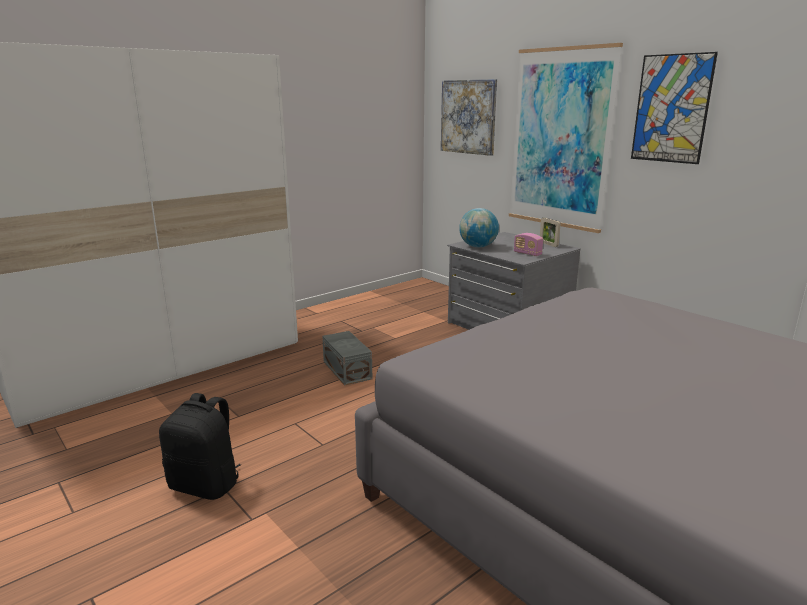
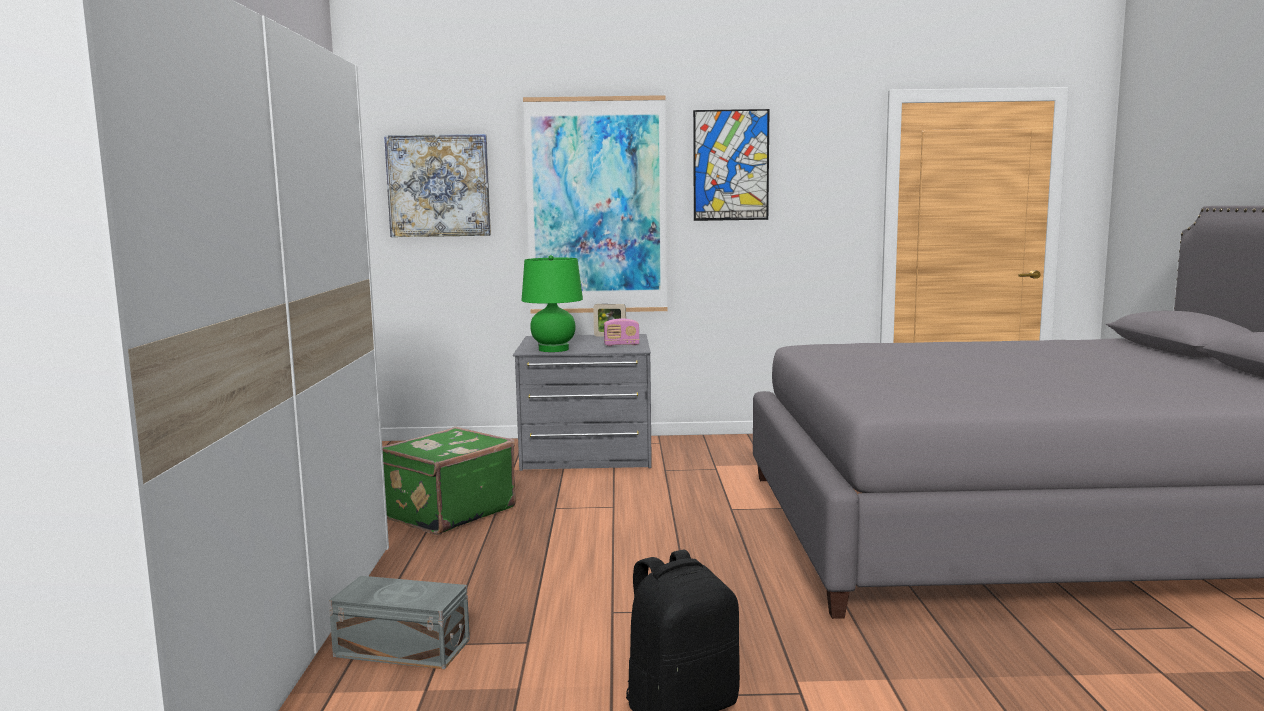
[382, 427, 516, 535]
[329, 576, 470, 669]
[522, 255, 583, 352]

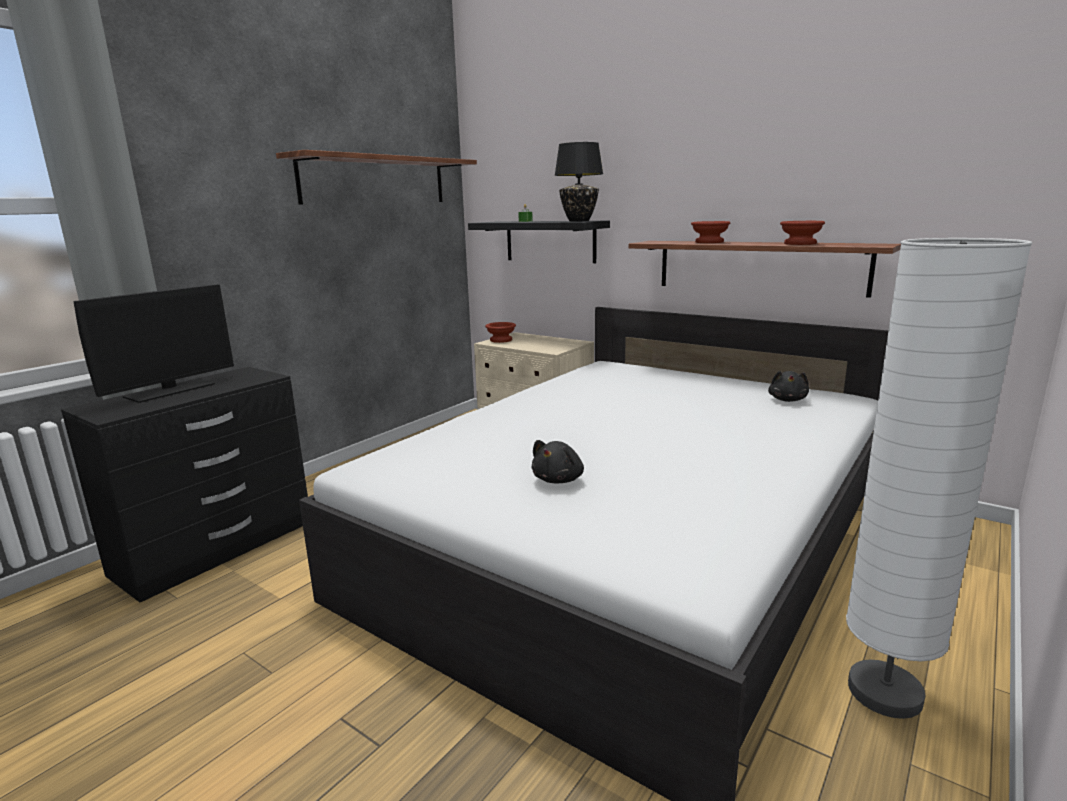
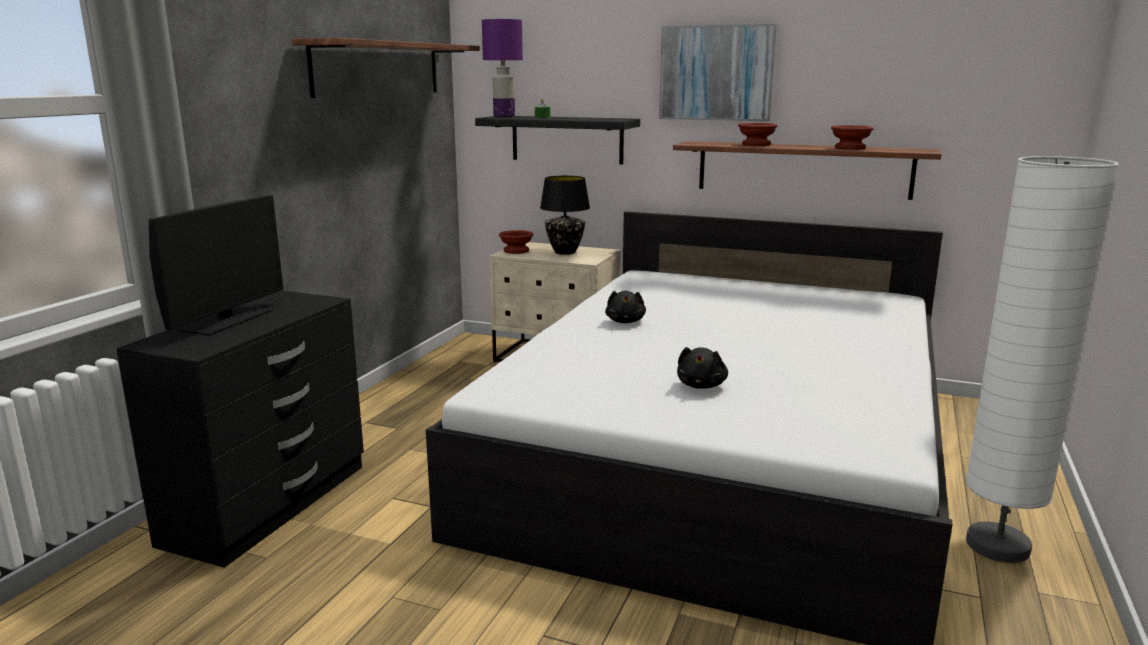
[482, 19, 523, 117]
[659, 24, 777, 121]
[540, 176, 590, 255]
[605, 291, 646, 323]

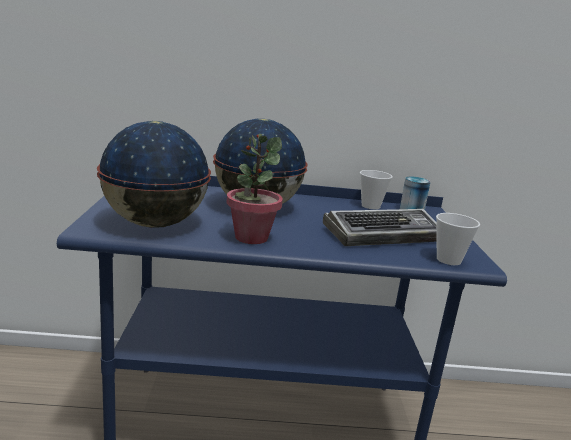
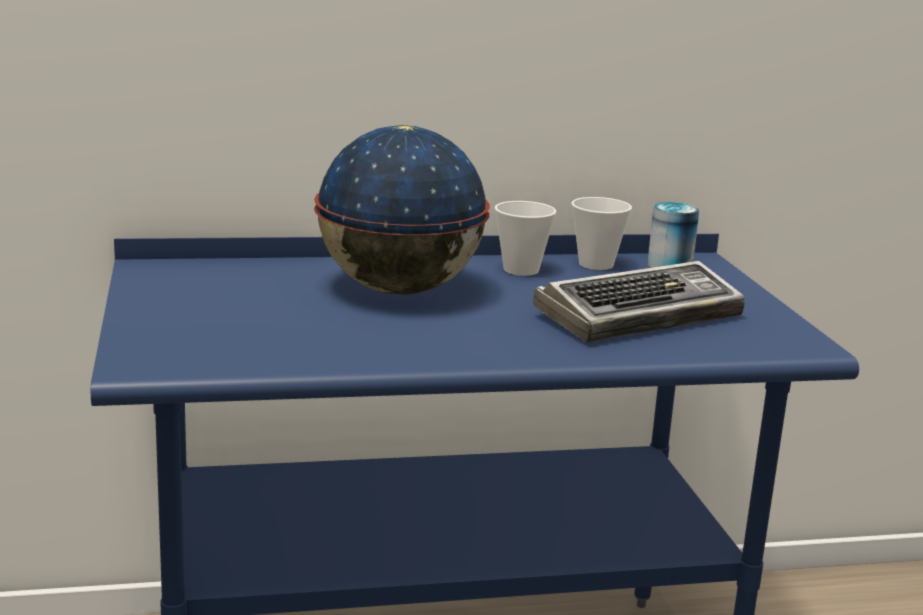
[97, 121, 211, 228] (first image)
[227, 134, 283, 244] (first image)
[495, 201, 556, 276]

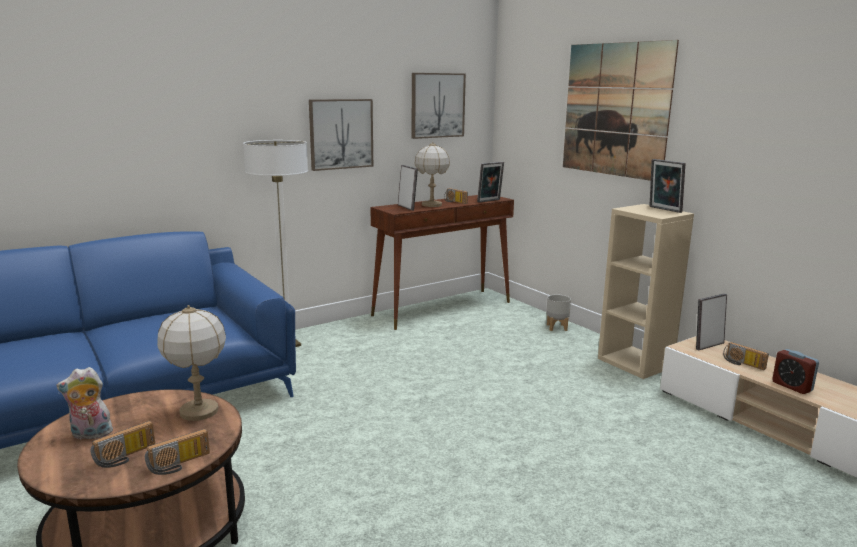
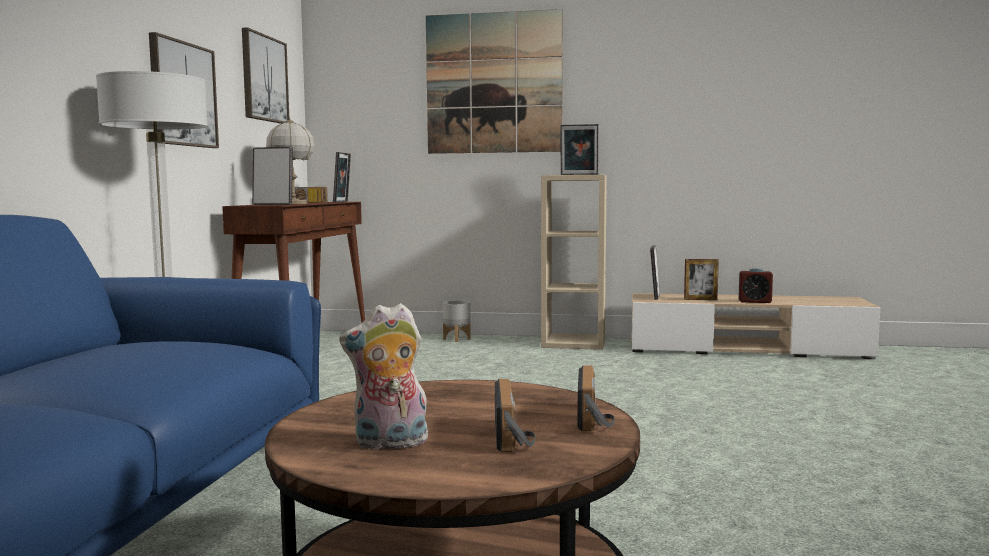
[157, 305, 226, 421] (first image)
[684, 259, 719, 300]
[339, 303, 428, 450]

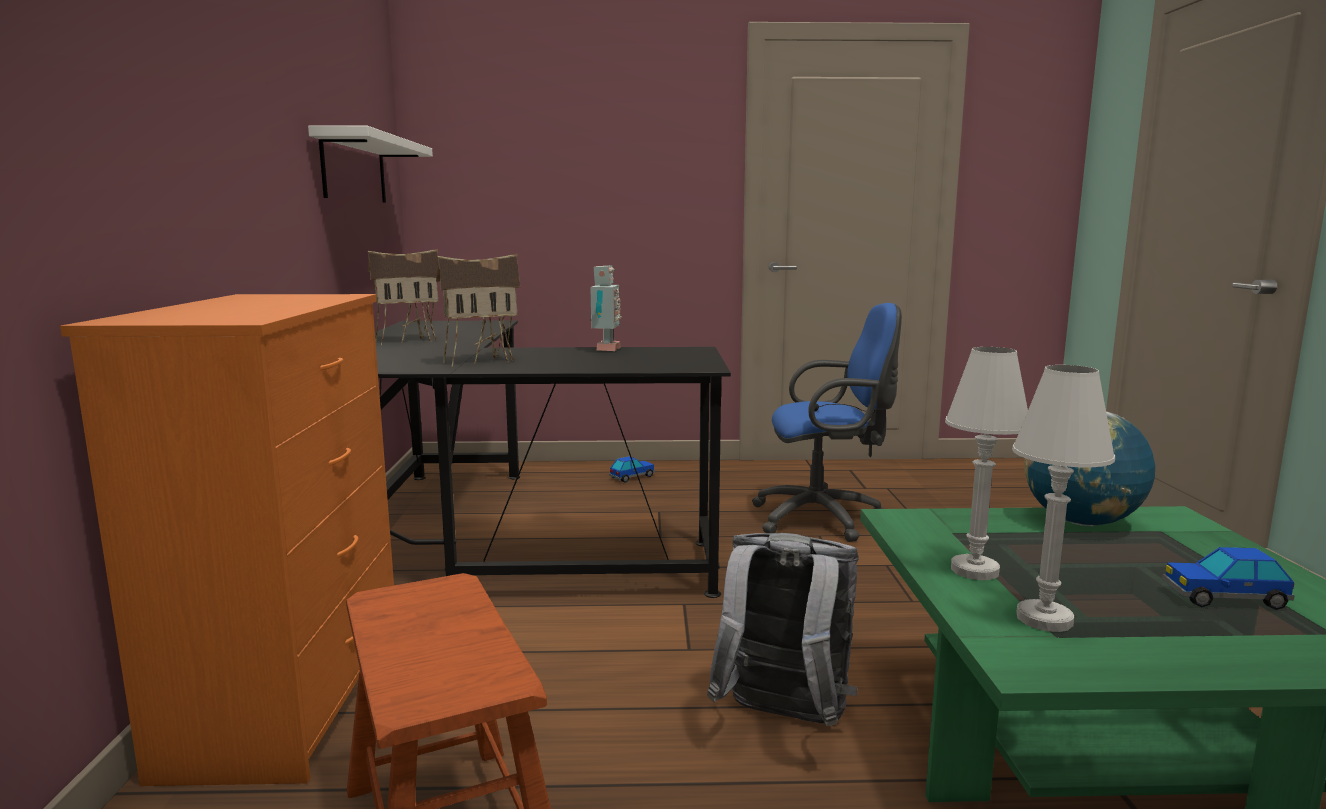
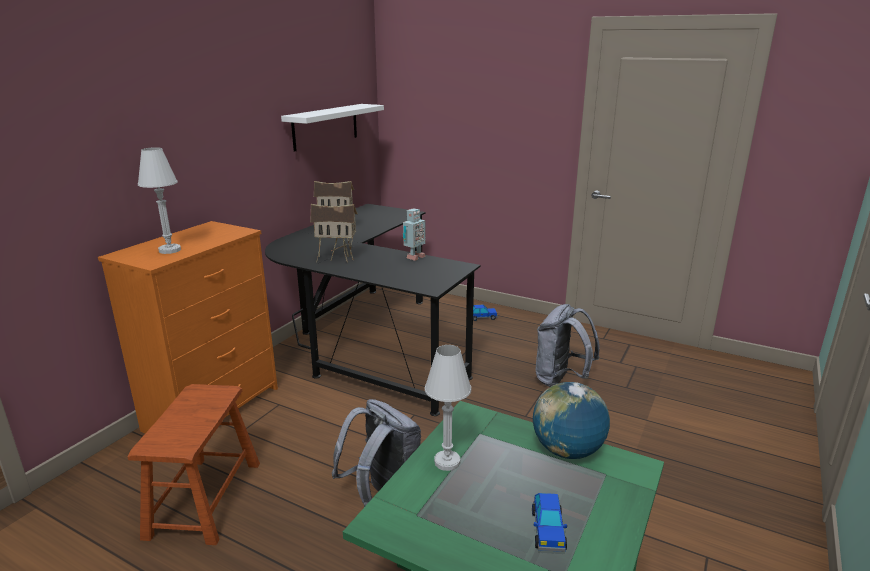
[138, 147, 181, 254]
[536, 304, 600, 387]
[532, 493, 567, 552]

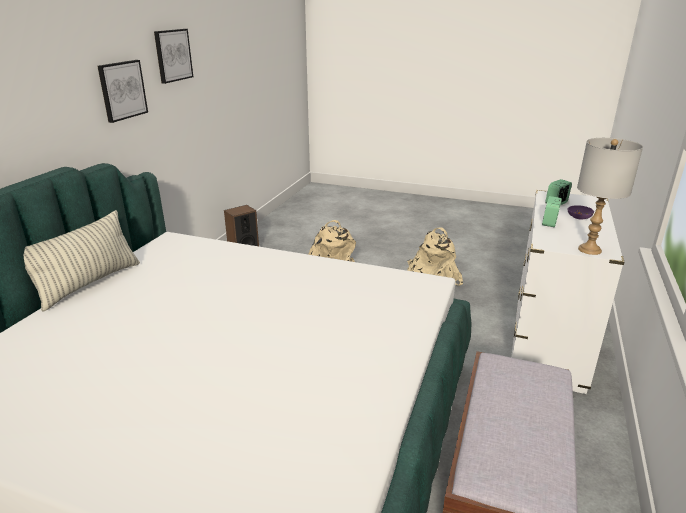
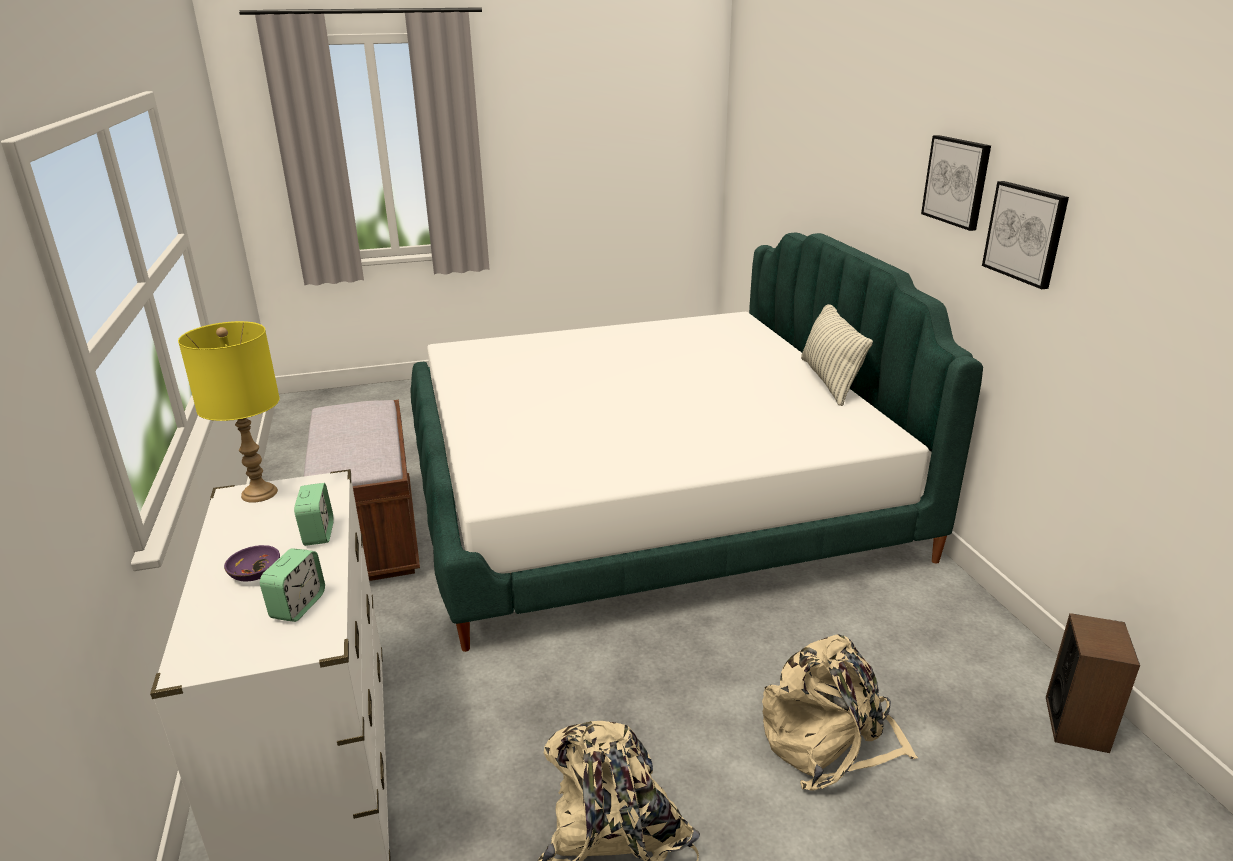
[921, 135, 991, 231]
[178, 321, 280, 503]

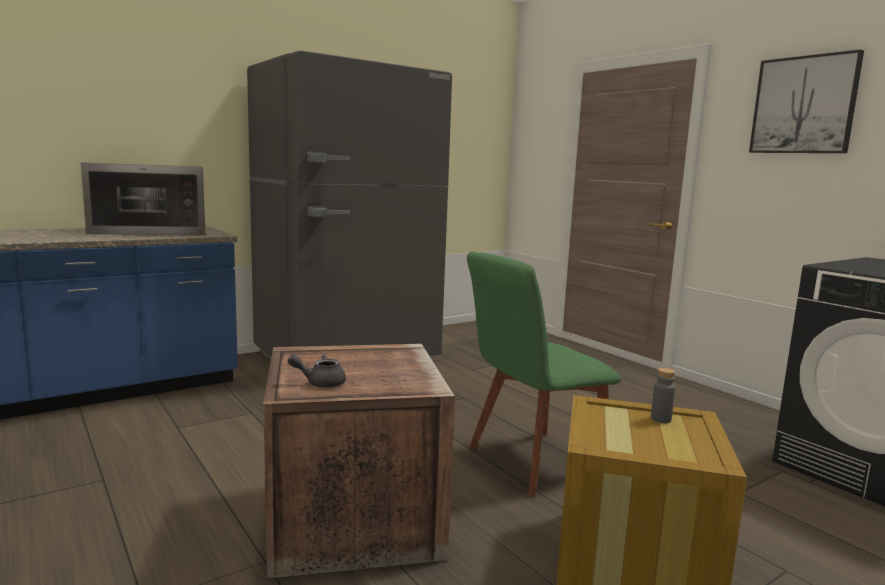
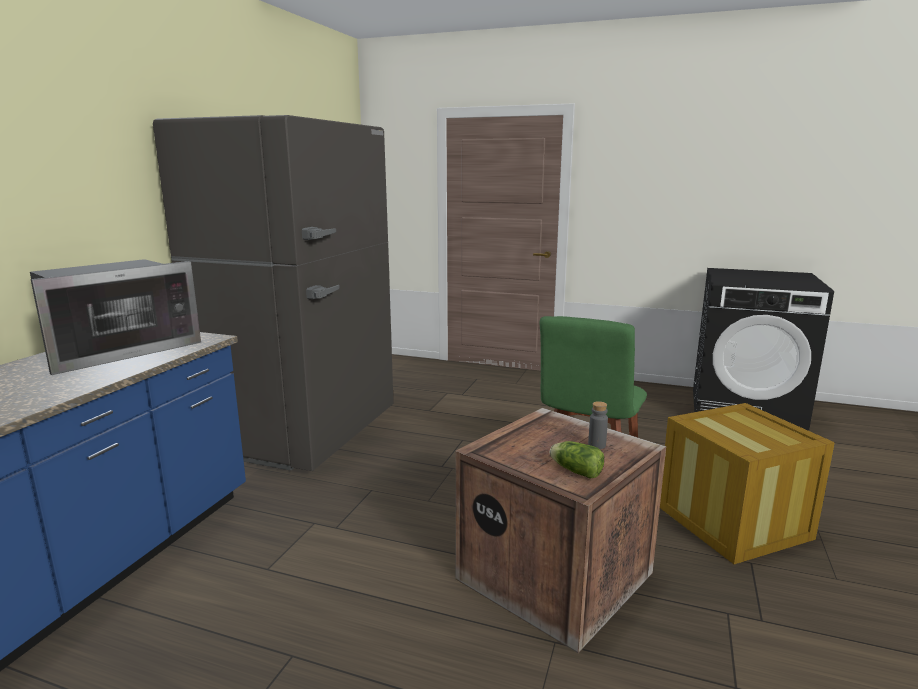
[749, 50, 864, 153] (first image)
[588, 401, 608, 449]
[550, 441, 604, 479]

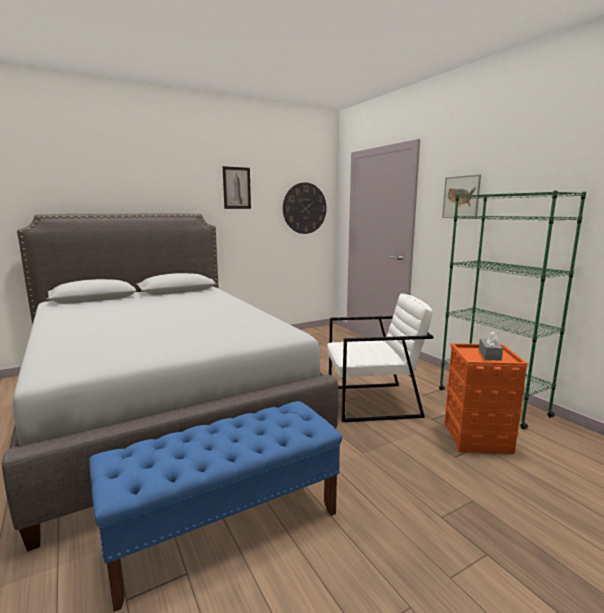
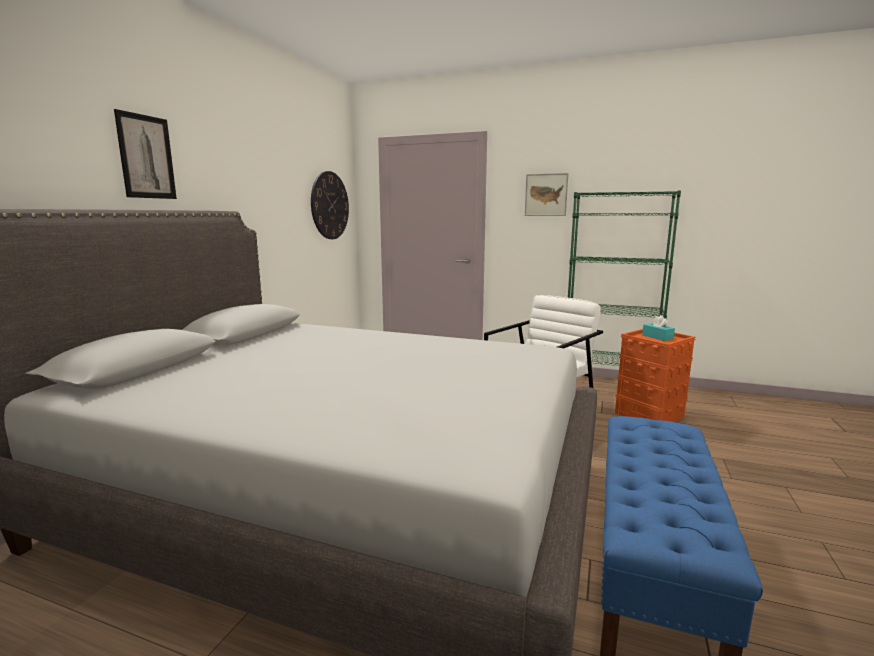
[114, 109, 177, 199]
[642, 315, 675, 341]

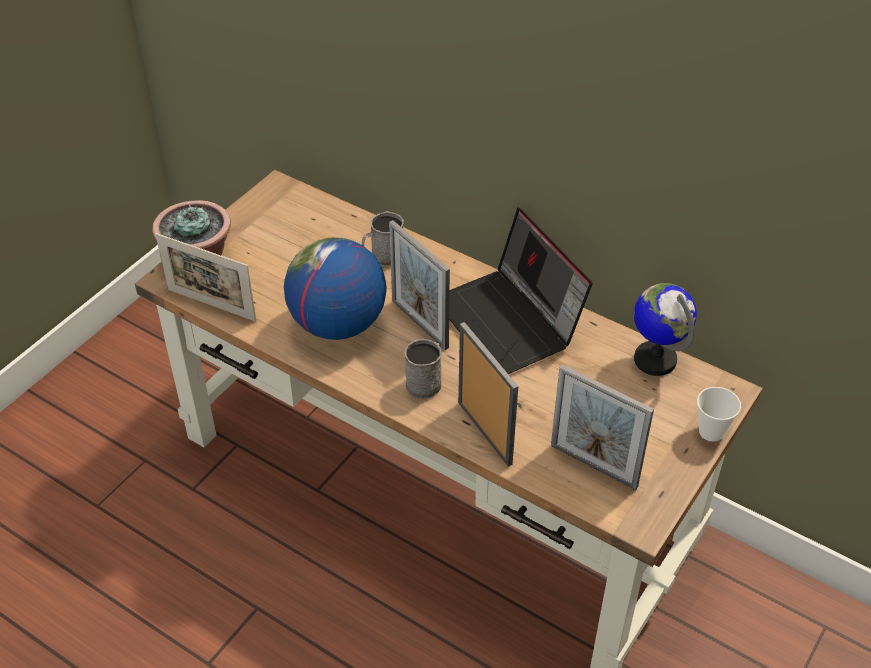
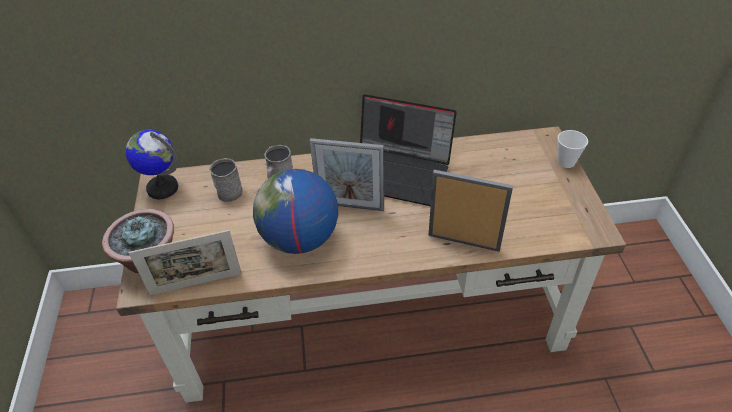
[551, 364, 654, 490] (first image)
[209, 158, 243, 202]
[125, 130, 178, 199]

